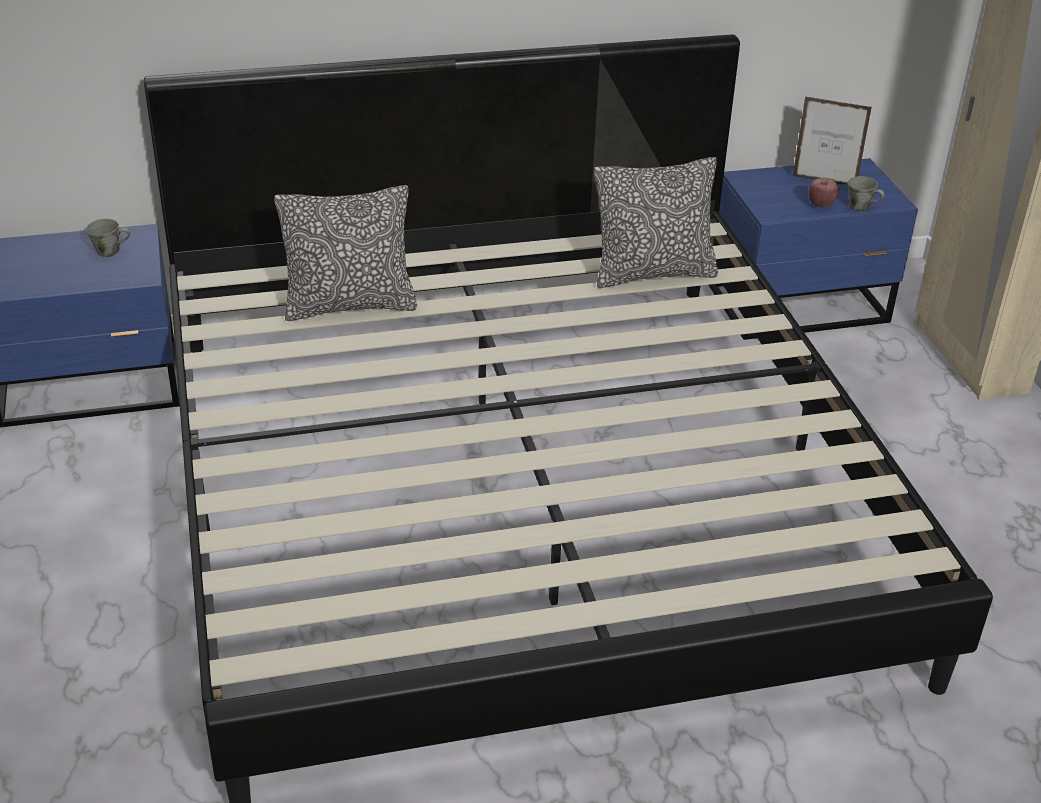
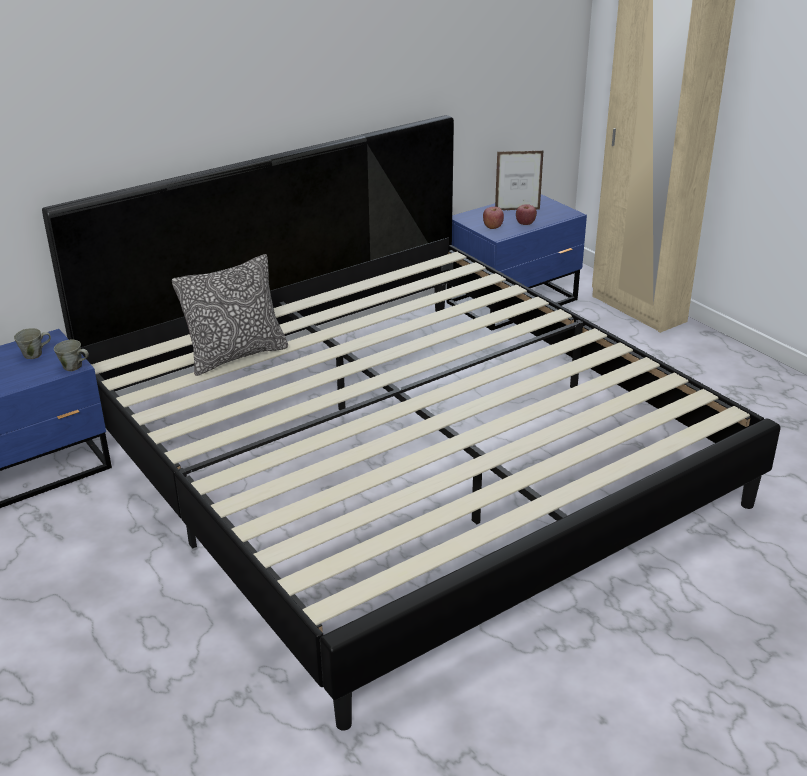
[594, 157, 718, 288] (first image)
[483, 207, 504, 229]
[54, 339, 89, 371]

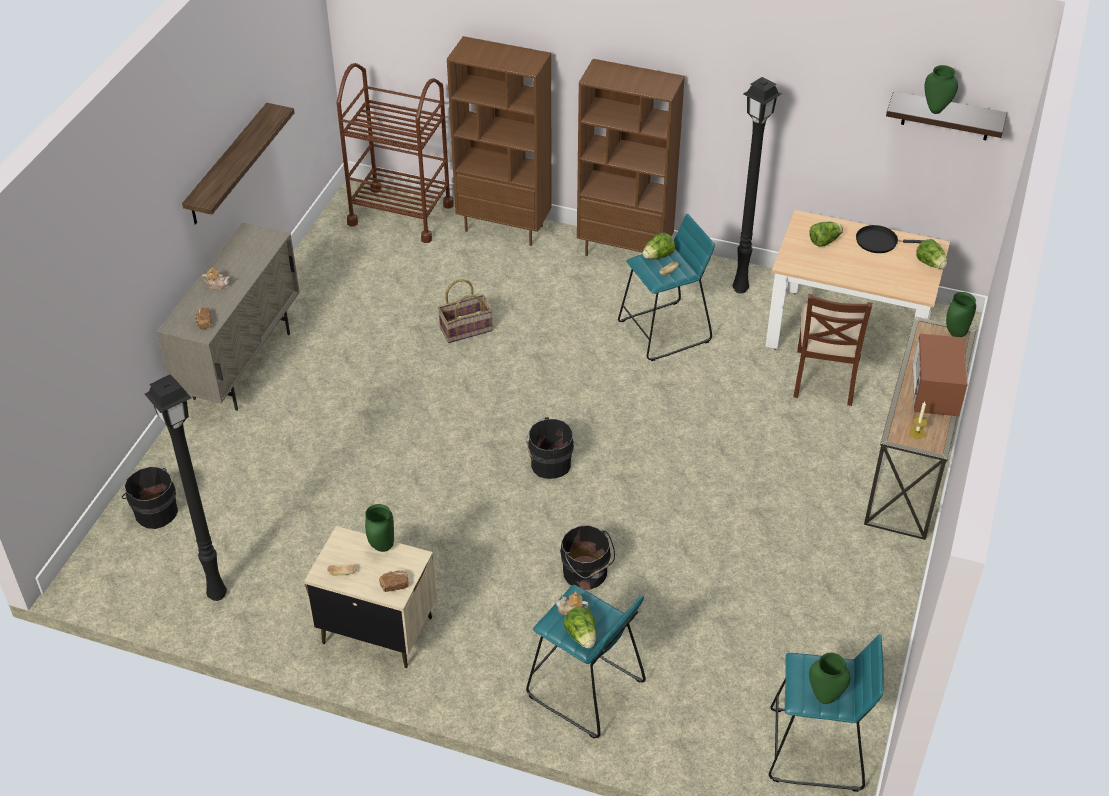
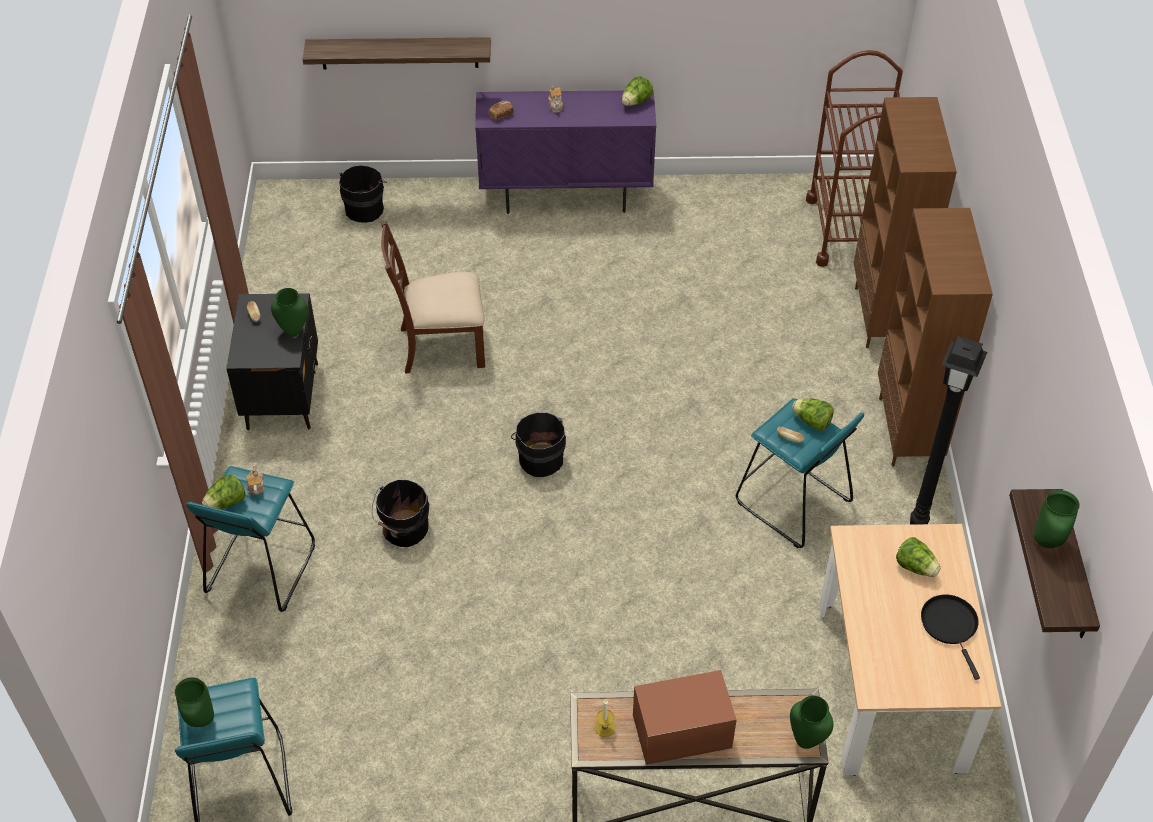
[145, 374, 227, 601] (first image)
[379, 570, 409, 592] (first image)
[438, 279, 493, 343] (first image)
[302, 37, 491, 70]
[381, 221, 485, 374]
[622, 76, 653, 106]
[475, 90, 656, 214]
[226, 293, 318, 430]

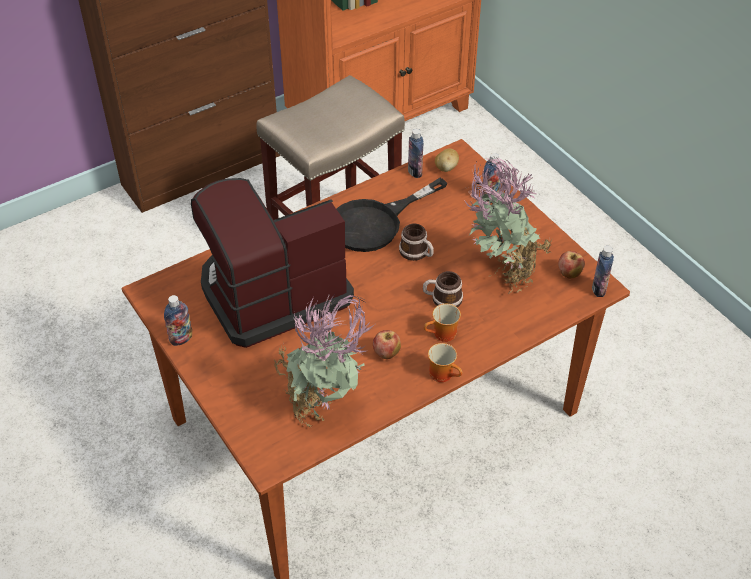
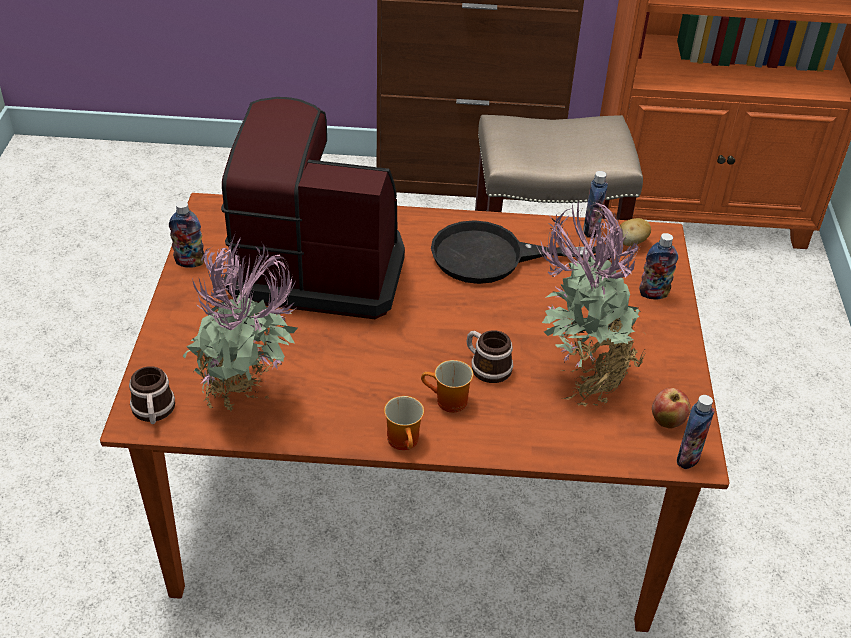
[373, 330, 401, 359] (first image)
[129, 366, 175, 424]

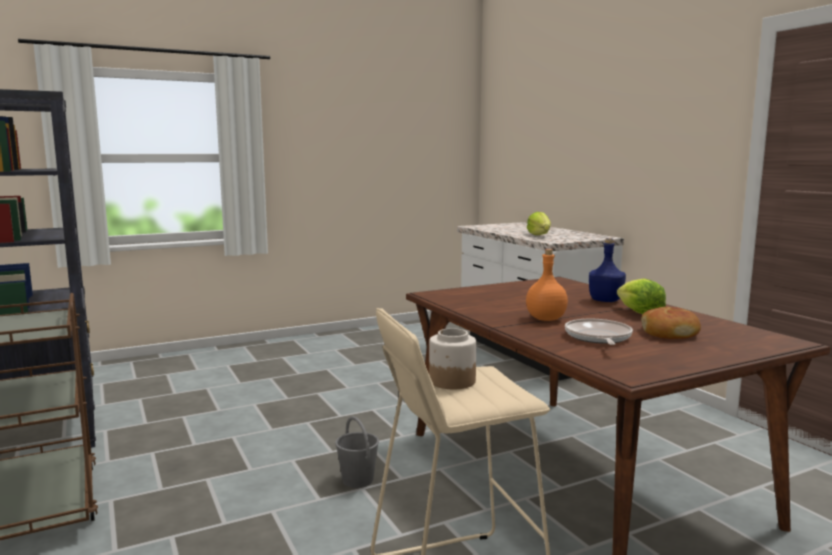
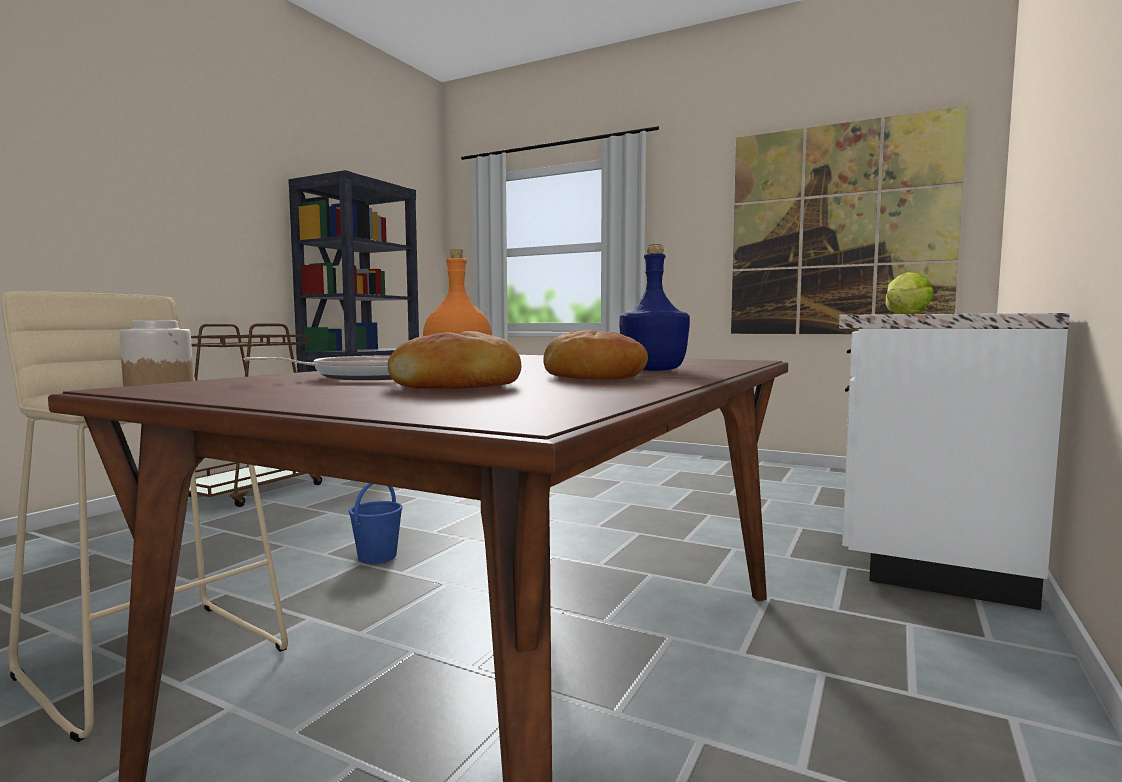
[731, 106, 968, 334]
[543, 330, 648, 380]
[349, 483, 403, 564]

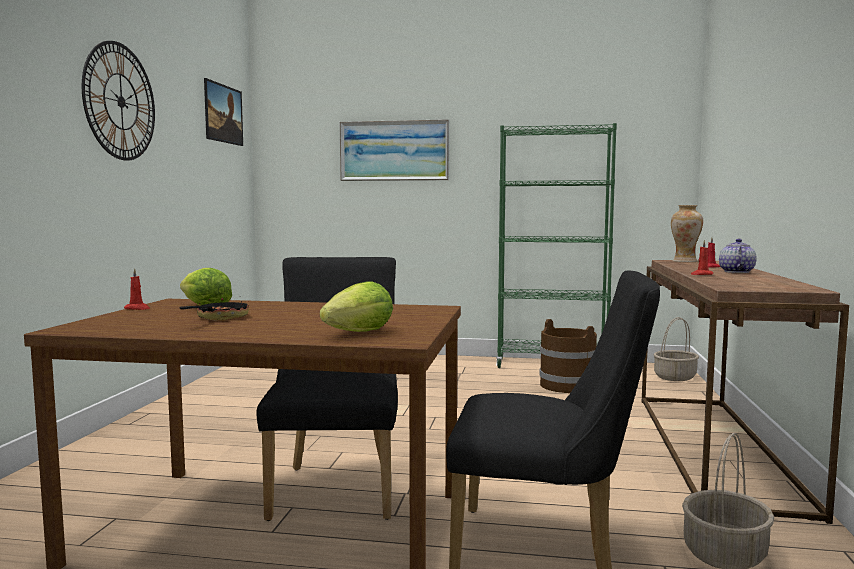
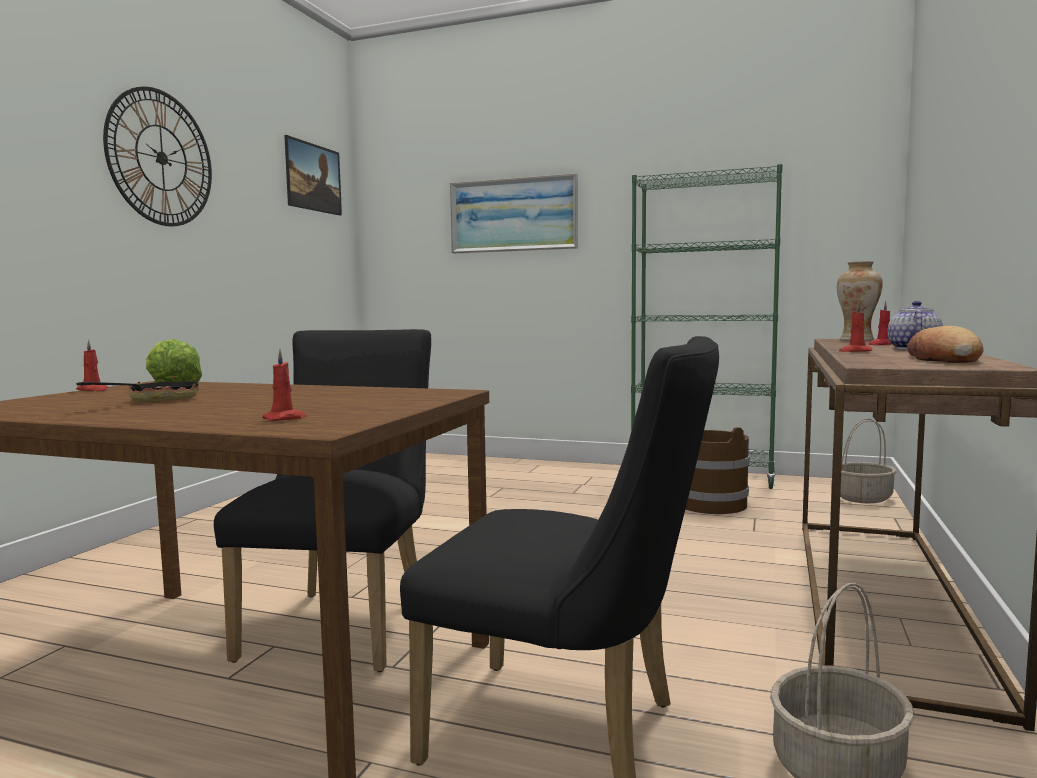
[907, 326, 984, 363]
[262, 349, 307, 421]

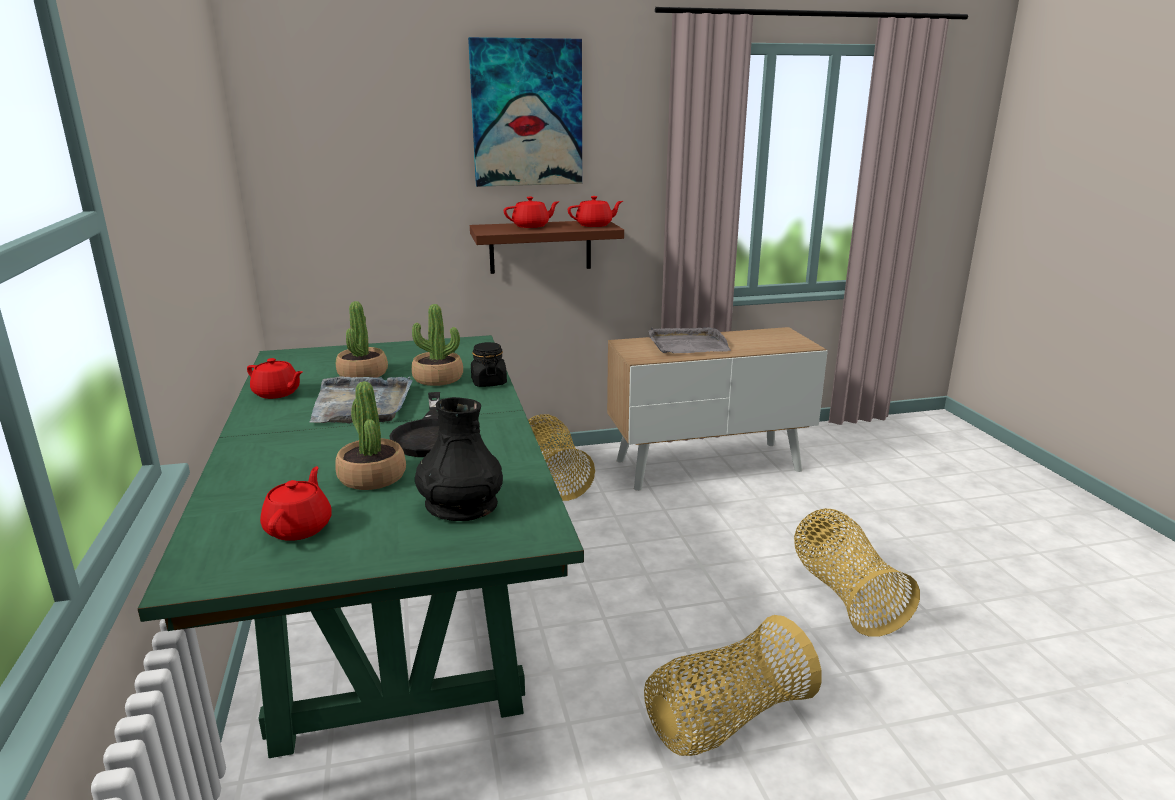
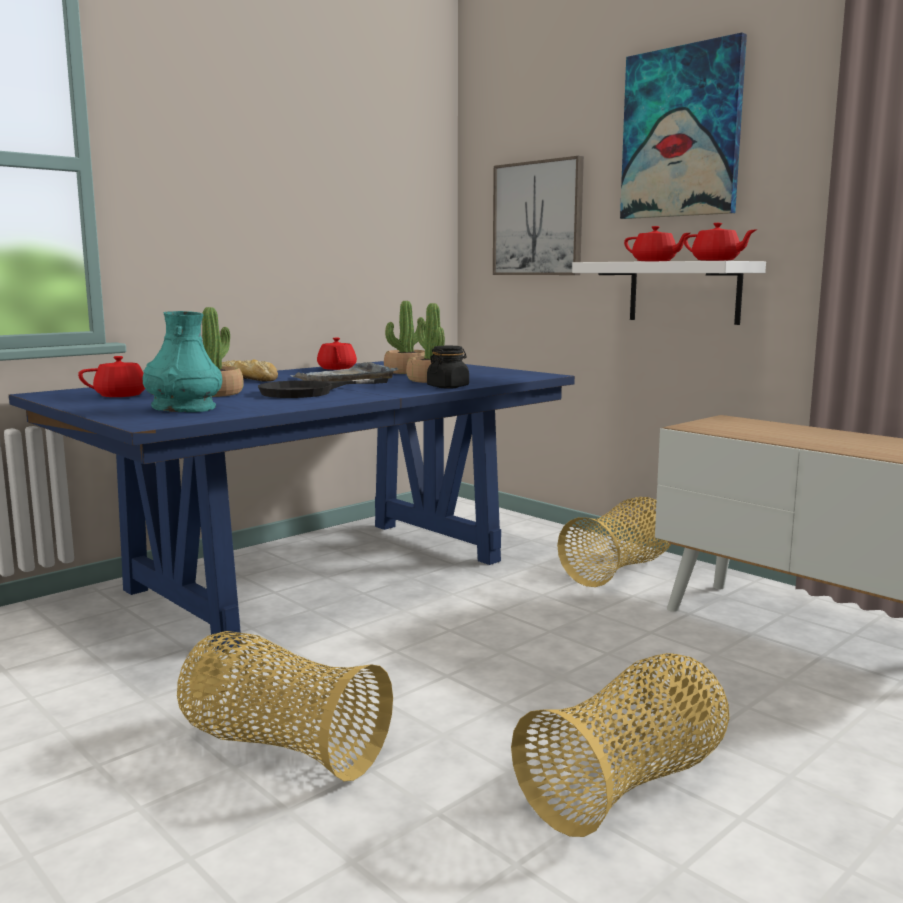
[648, 327, 731, 353] (first image)
[222, 359, 278, 382]
[493, 156, 584, 275]
[9, 361, 575, 652]
[142, 311, 222, 412]
[572, 261, 766, 325]

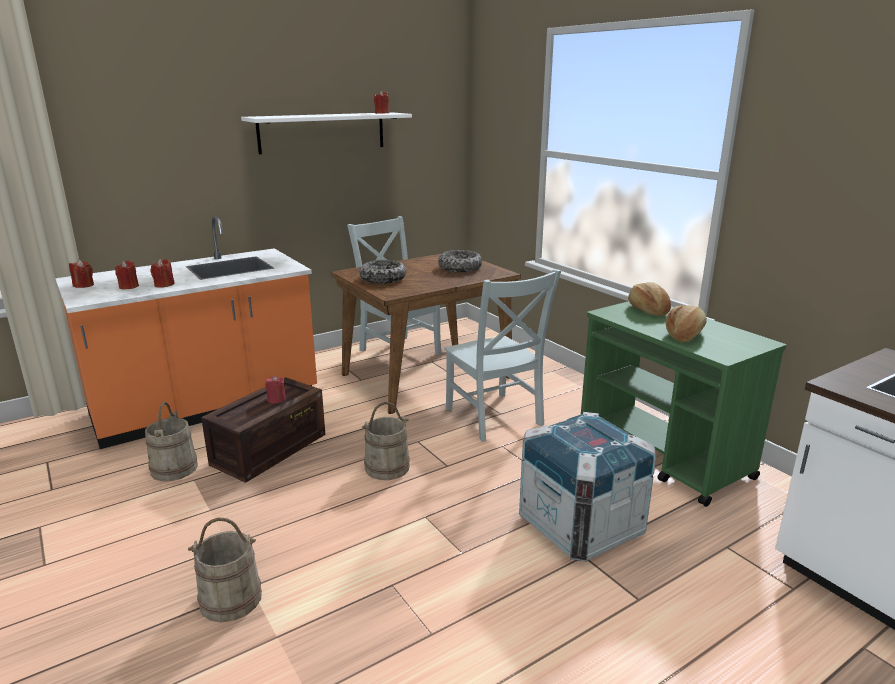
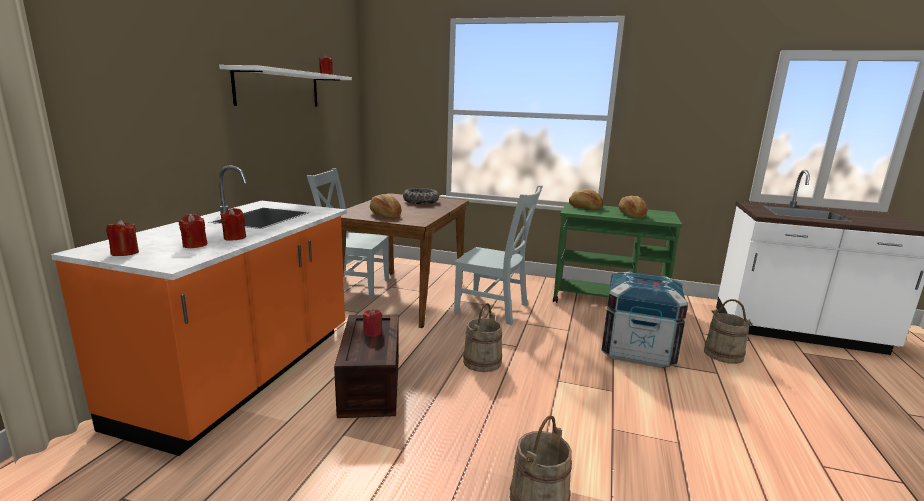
[704, 299, 753, 364]
[370, 194, 402, 218]

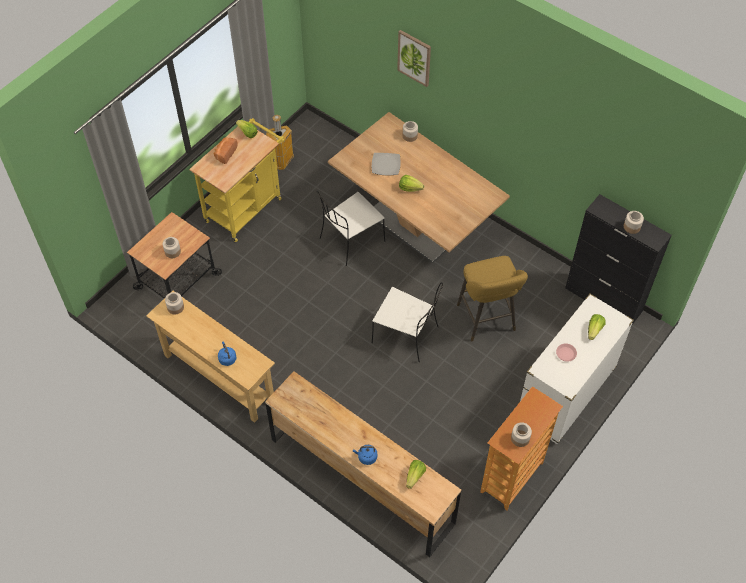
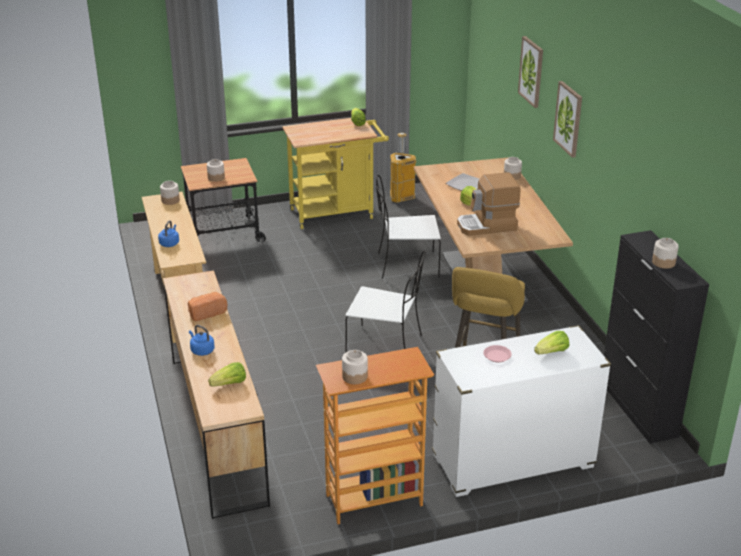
[457, 172, 521, 236]
[553, 81, 582, 158]
[188, 292, 228, 321]
[345, 251, 426, 353]

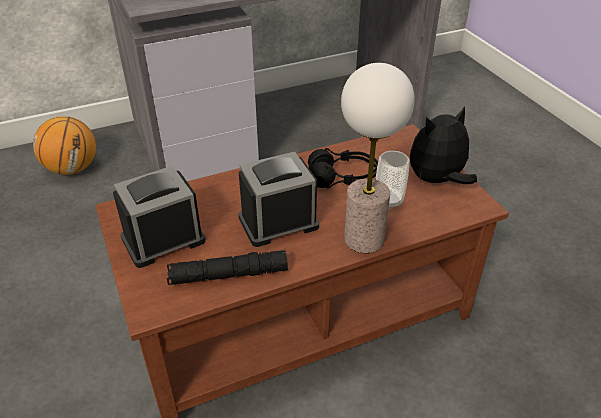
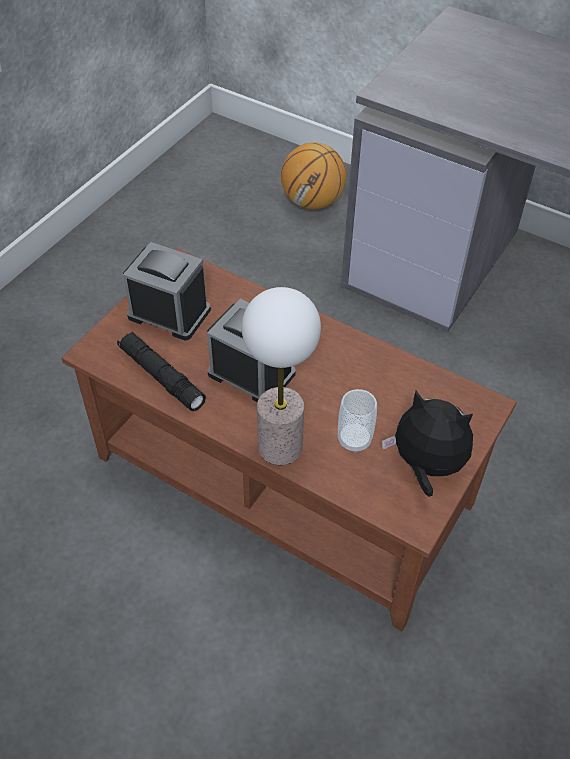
[308, 148, 378, 188] (first image)

